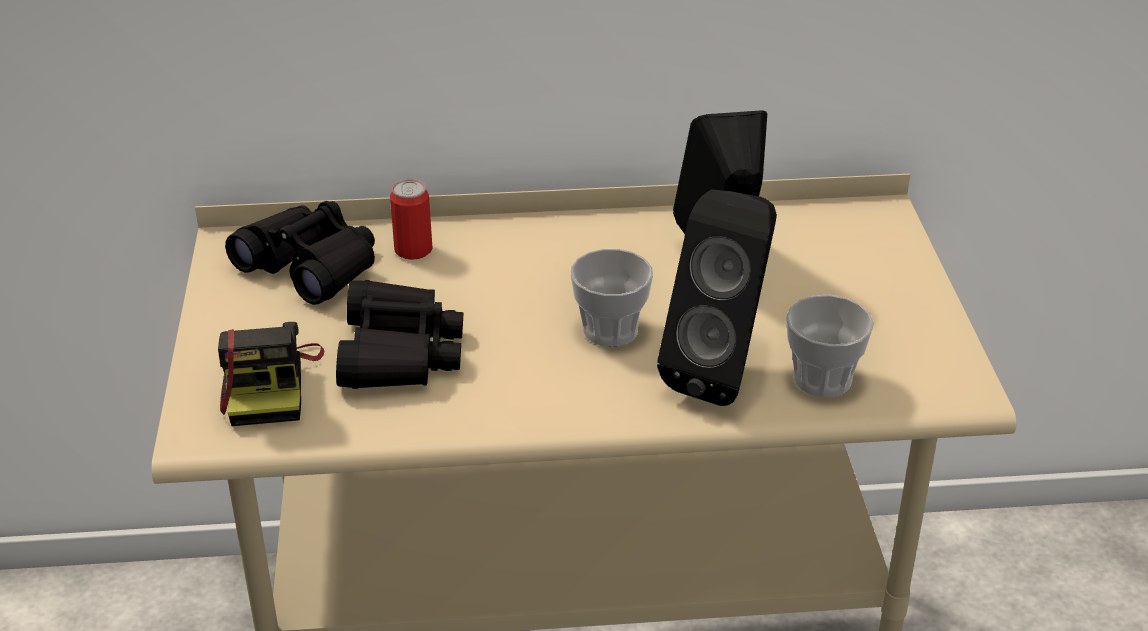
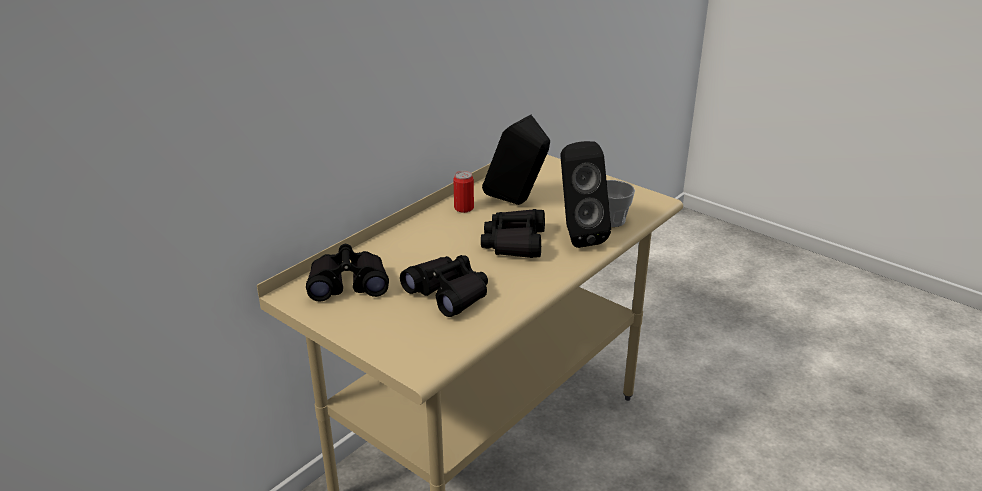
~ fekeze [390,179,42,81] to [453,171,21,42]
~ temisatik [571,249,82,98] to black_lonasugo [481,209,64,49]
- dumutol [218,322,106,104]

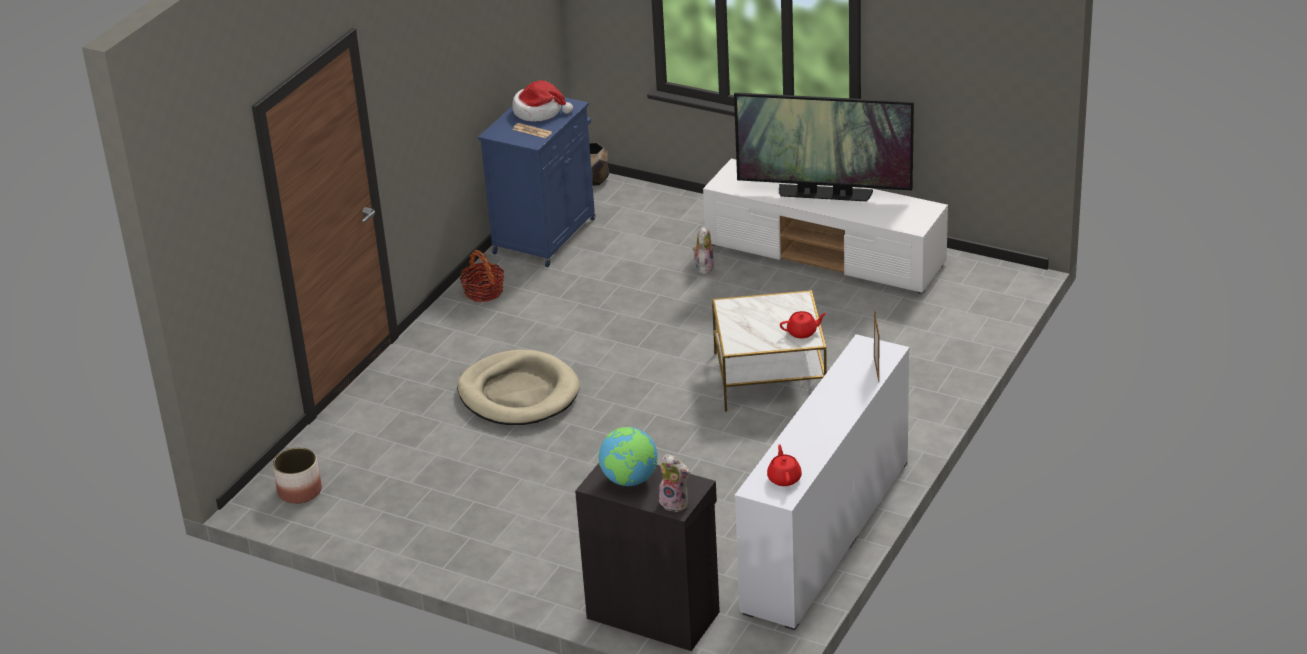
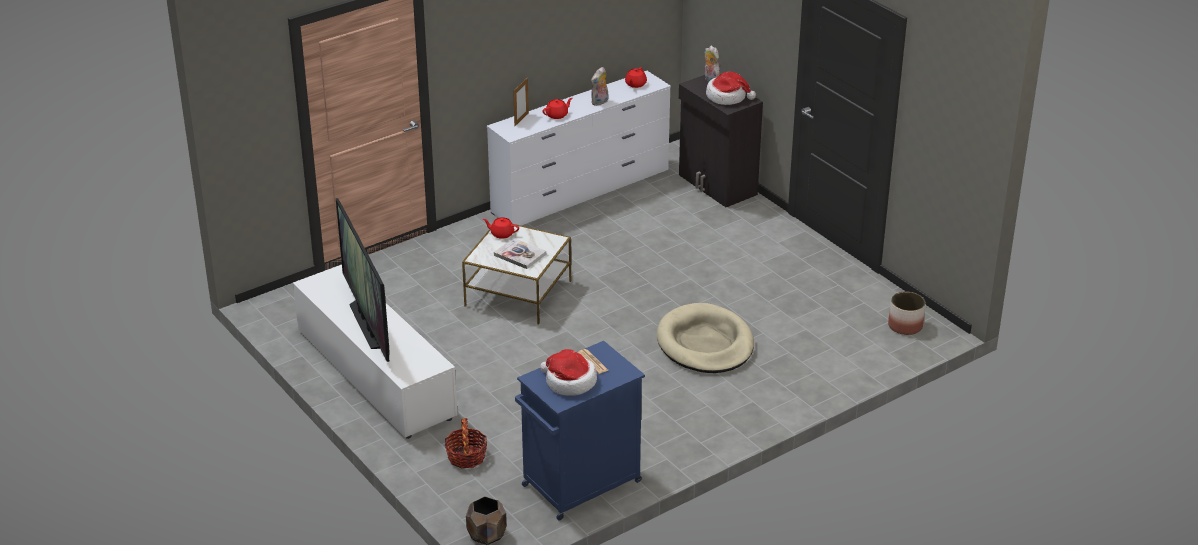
~ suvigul [734,93,180,109] = [336,198,54,164] 150 degrees counterclockwise
~ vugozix [460,250,44,52] to [445,418,42,50]
+ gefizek [494,238,52,31]
+ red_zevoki [542,98,30,21]
~ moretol [692,226,22,48] to [591,67,17,39]
~ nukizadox [598,427,60,59] to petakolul [706,71,50,34]

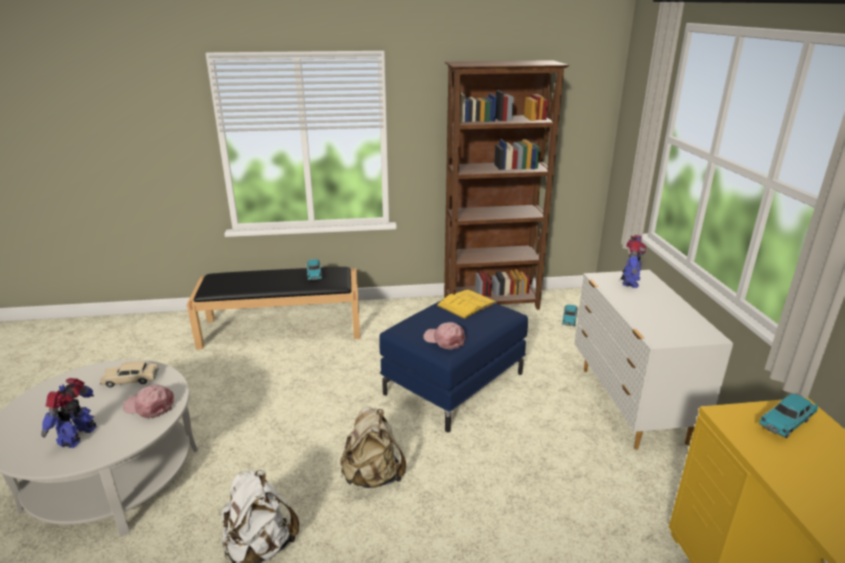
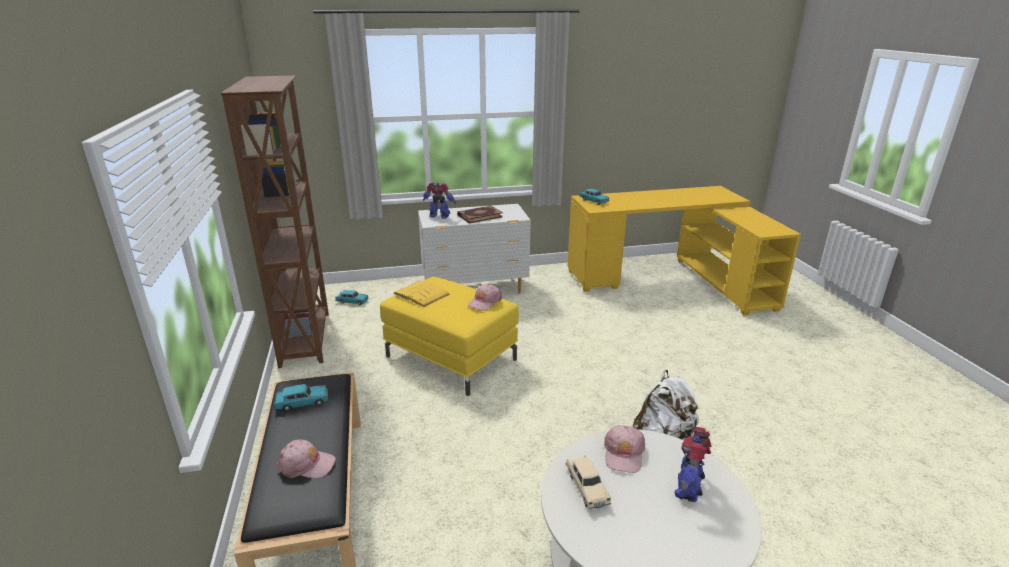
+ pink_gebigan [277,440,59,38]
~ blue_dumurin [379,291,149,141] to yellow_dumurin [380,276,139,120]
+ gefizek [457,206,46,17]
~ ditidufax [41,378,56,70] = [675,427,37,75] 105 degrees clockwise
- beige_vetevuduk [340,407,66,81]

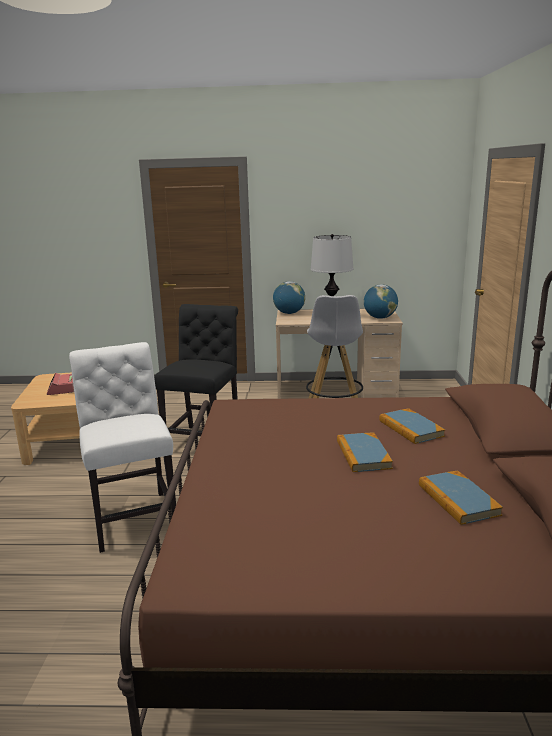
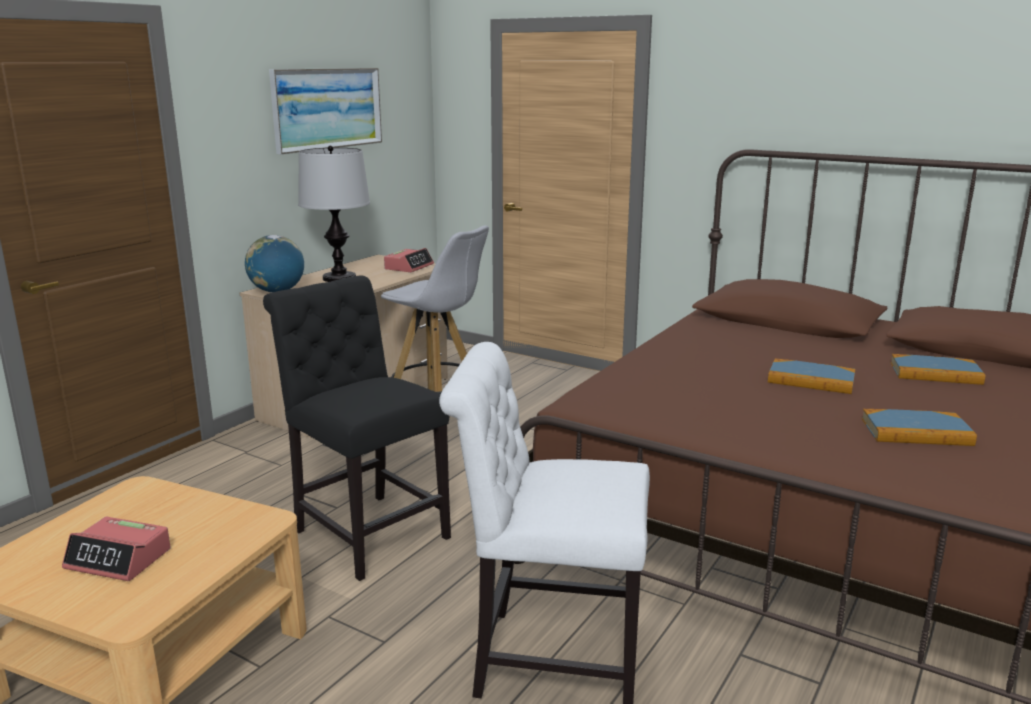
+ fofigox [269,68,113,86]
~ nukizadox [364,284,34,35] to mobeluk [384,248,50,24]
~ gefizek [379,408,66,36] to [862,409,115,37]

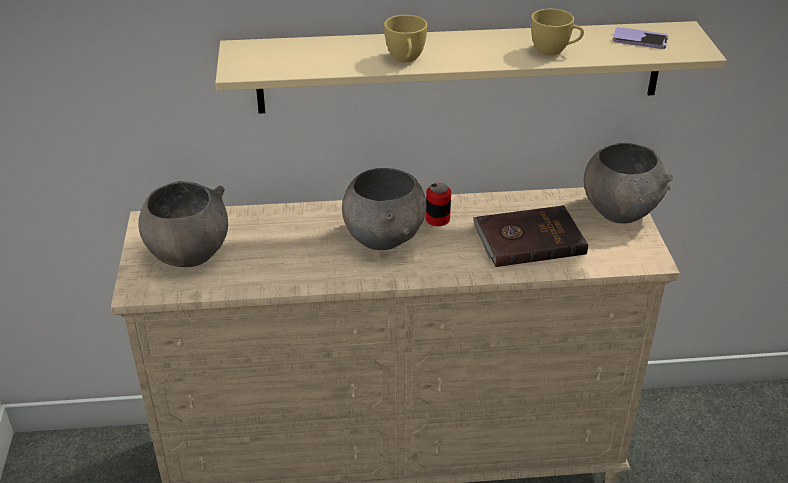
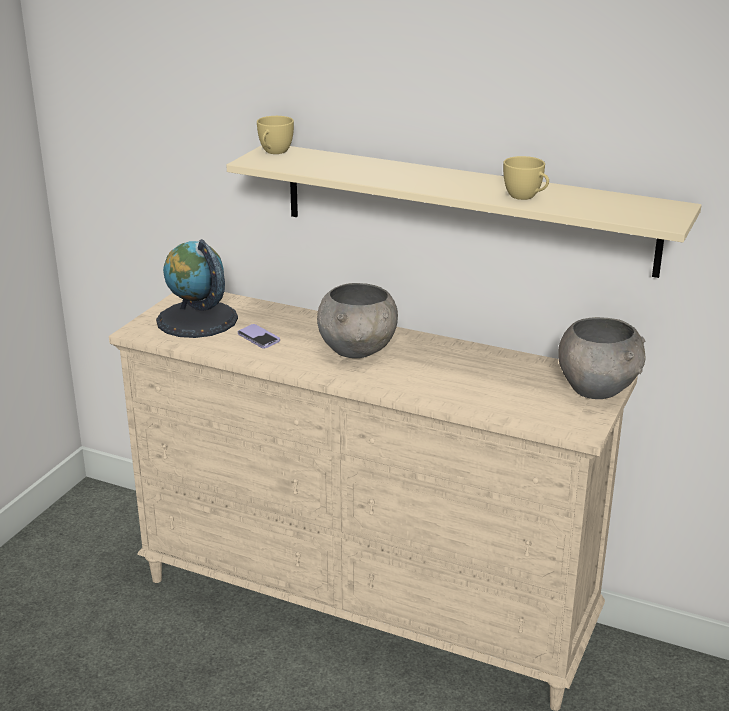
~ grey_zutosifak [138,181,90,86] to nukizadox [156,239,82,99]
~ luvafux [612,27,57,22] to [238,324,42,25]
~ yellow_temisatik [384,15,43,47] to [257,116,37,38]
- fekeze [426,183,25,43]
- brown_gefizek [473,205,115,62]

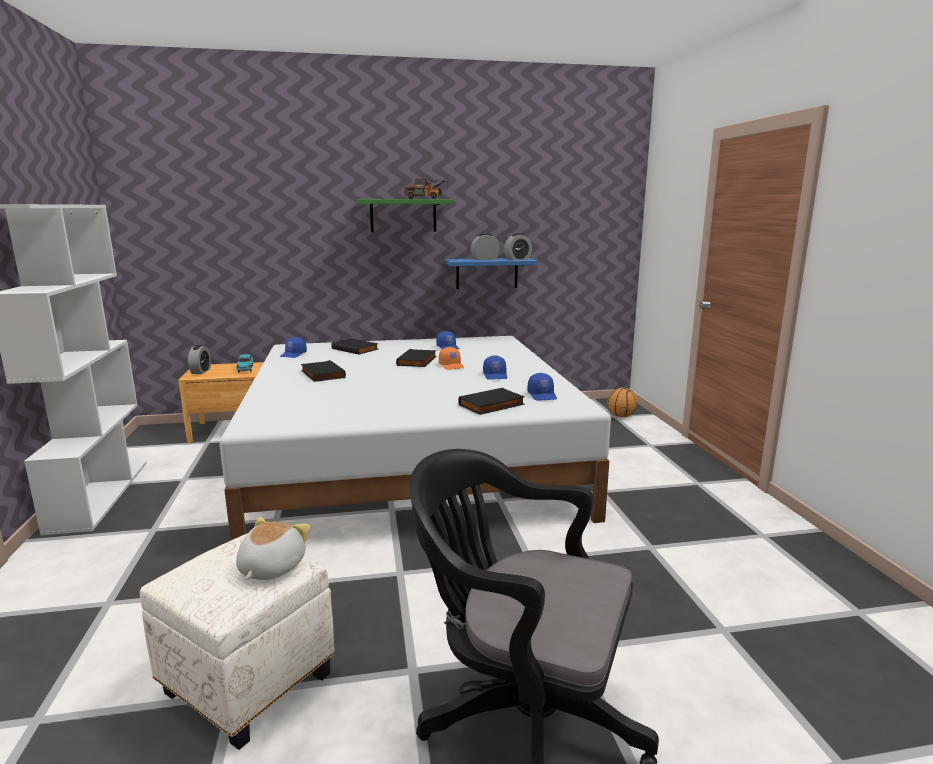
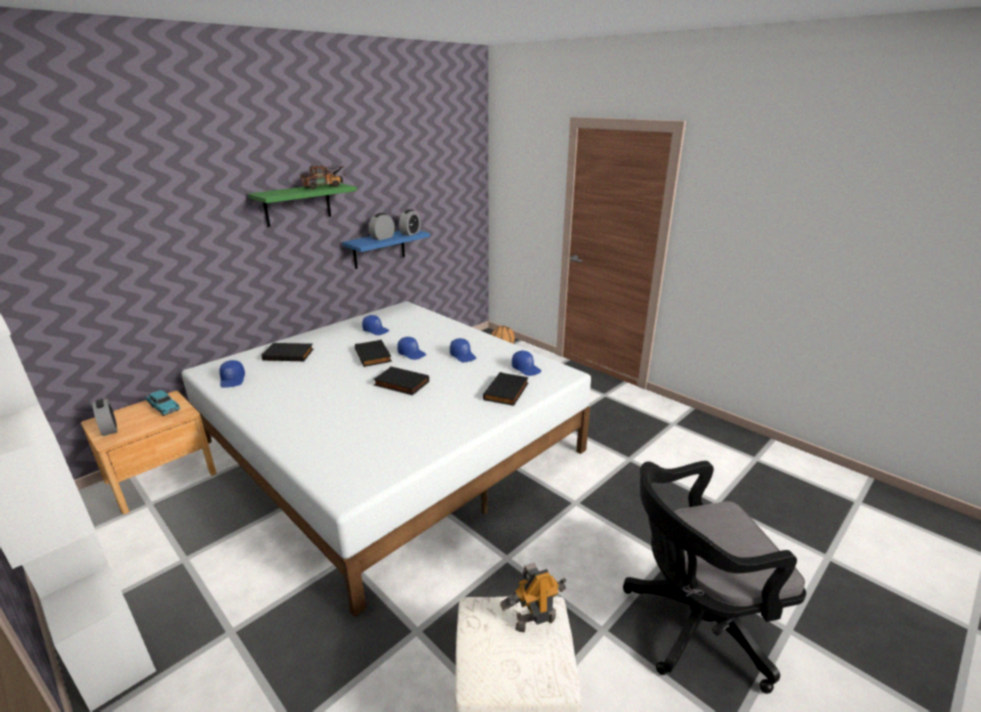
~ black_gefizek [301,360,45,22] to [373,367,56,28]
~ orange_gebigan [439,347,25,23] to blue_gebigan [397,337,29,23]
~ moretol [236,517,74,63] to ditidufax [500,563,66,70]

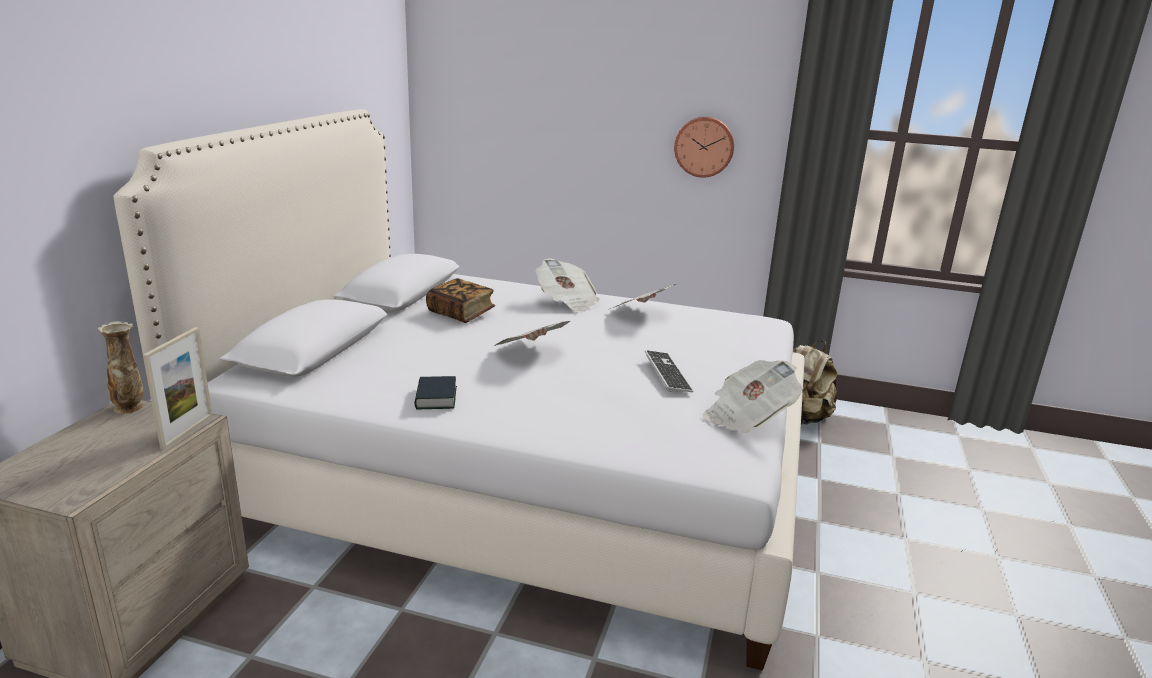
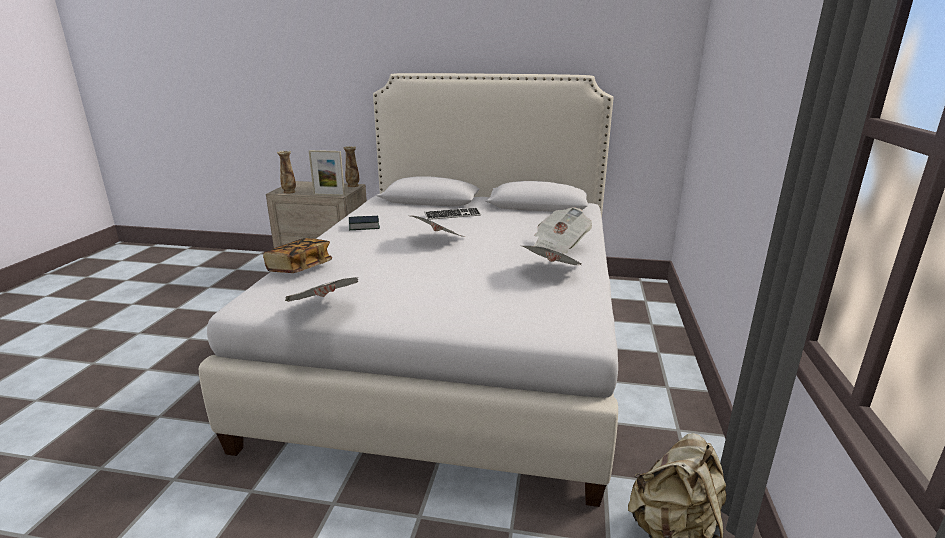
~ gefizek [426,278,69,45] to [263,238,69,35]
+ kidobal [277,151,19,43]
~ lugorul [645,350,48,42] to [425,208,56,12]
- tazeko [674,117,60,61]

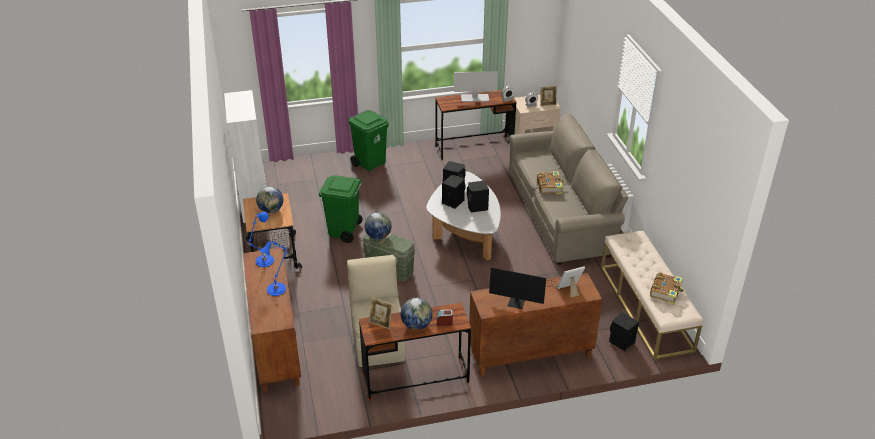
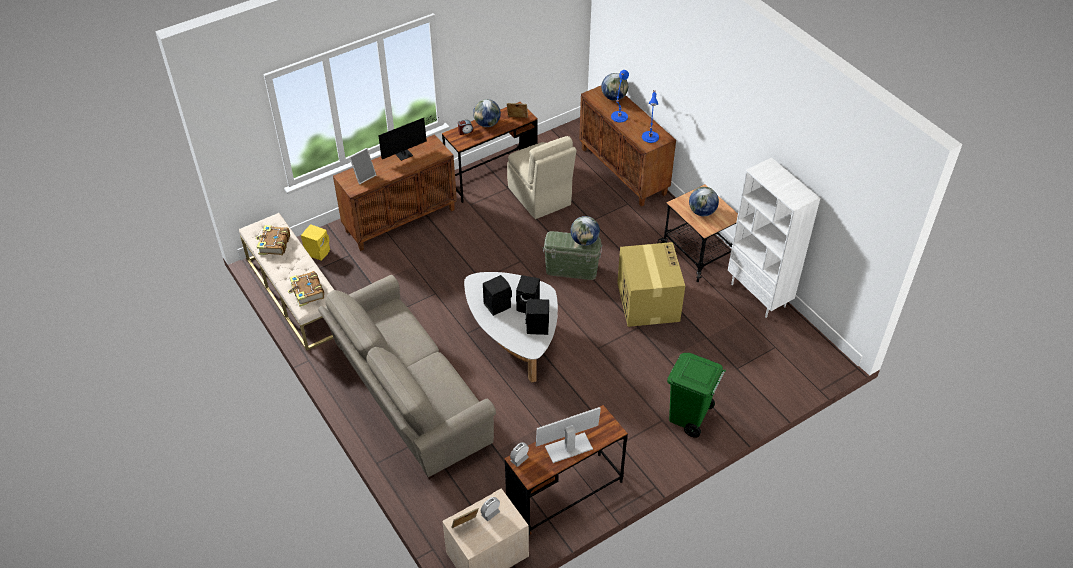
~ gefizek [537,171,28,23] to [288,271,36,36]
~ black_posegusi [609,312,30,39] to yellow_posegusi [301,224,29,37]
~ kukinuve [489,267,75,42] = [378,115,59,46] 150 degrees clockwise
+ nukizadox [601,73,27,28]
~ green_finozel [319,175,44,68] to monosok [617,242,68,85]

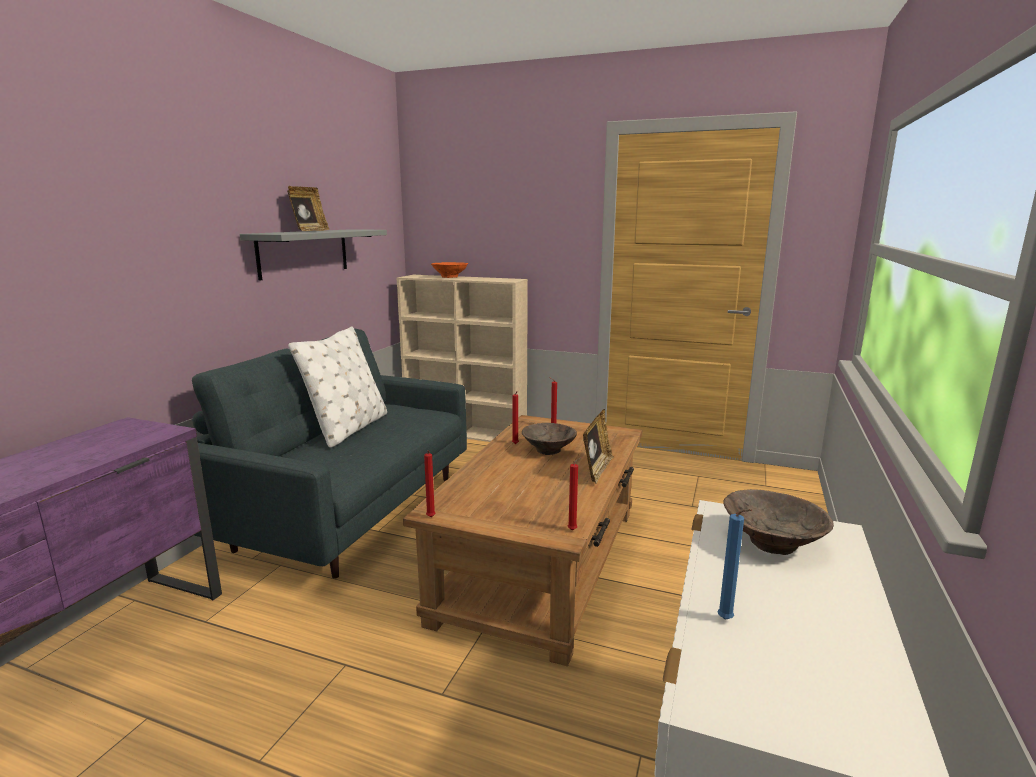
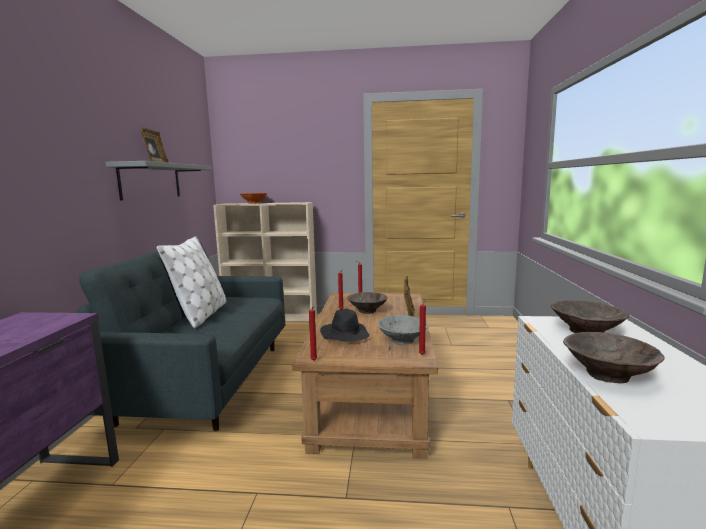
+ black_petakolul [320,309,50,32]
+ grey_zutosifak [377,315,52,30]
~ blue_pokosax [717,509,35,111] to brown_zutosifak [563,332,101,51]

